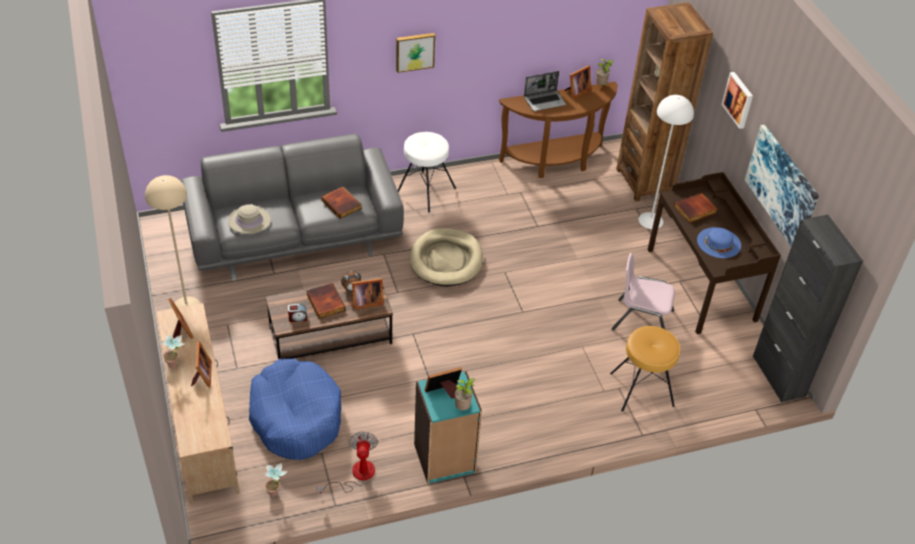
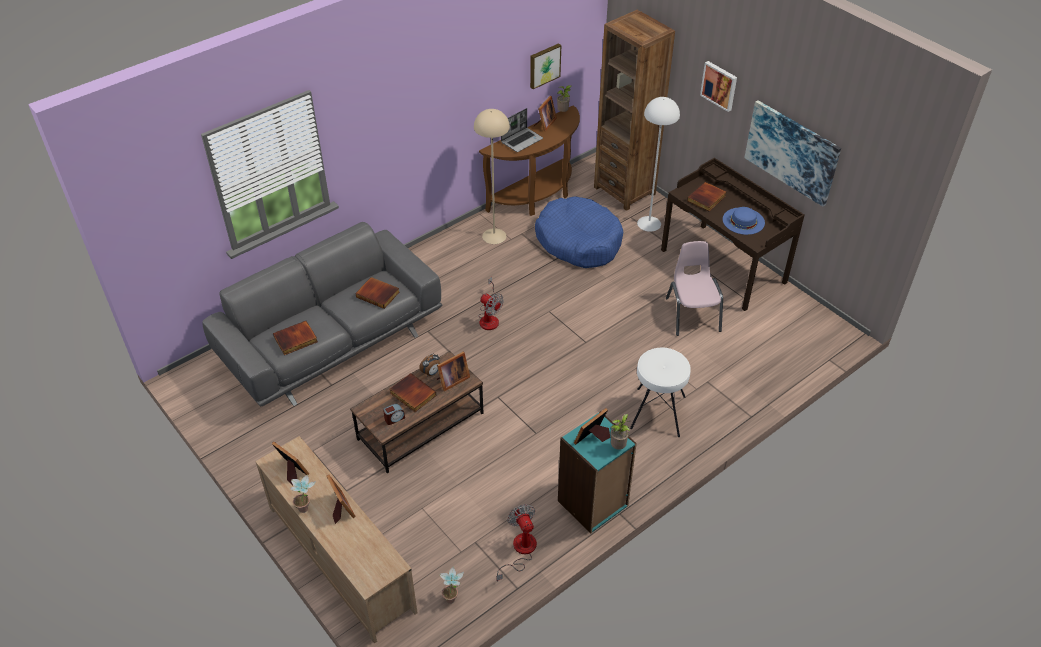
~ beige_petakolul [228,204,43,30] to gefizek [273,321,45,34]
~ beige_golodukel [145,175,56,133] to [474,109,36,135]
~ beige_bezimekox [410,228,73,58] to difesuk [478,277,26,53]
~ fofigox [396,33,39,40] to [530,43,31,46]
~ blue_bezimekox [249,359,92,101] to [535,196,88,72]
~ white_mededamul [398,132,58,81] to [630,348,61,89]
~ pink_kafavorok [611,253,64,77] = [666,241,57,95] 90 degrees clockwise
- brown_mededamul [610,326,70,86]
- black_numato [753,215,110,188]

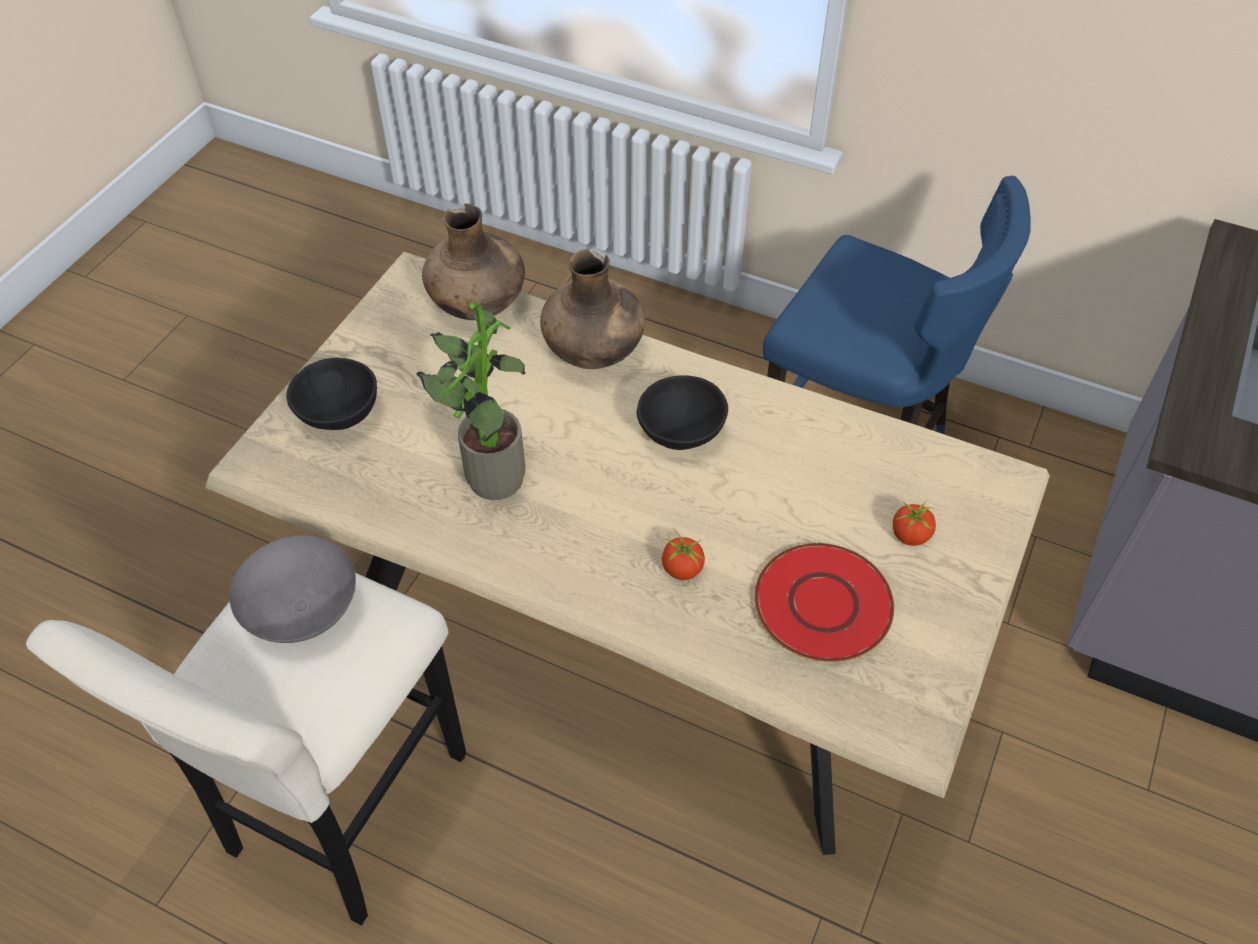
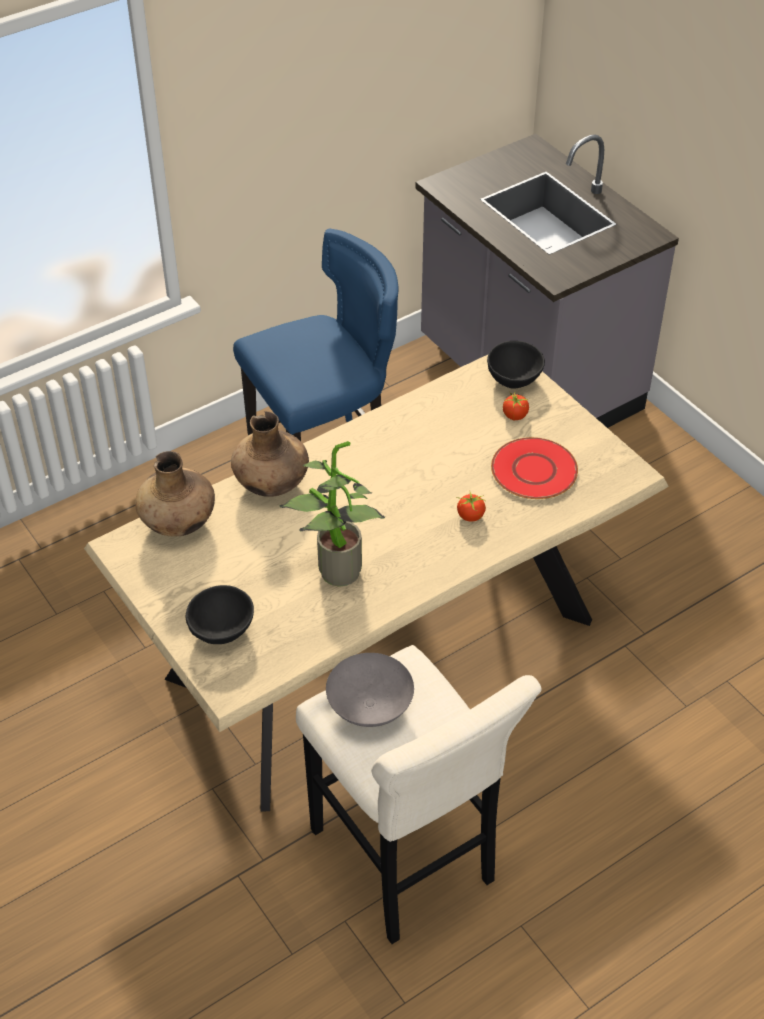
~ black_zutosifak [637,375,91,75] to [487,341,58,48]

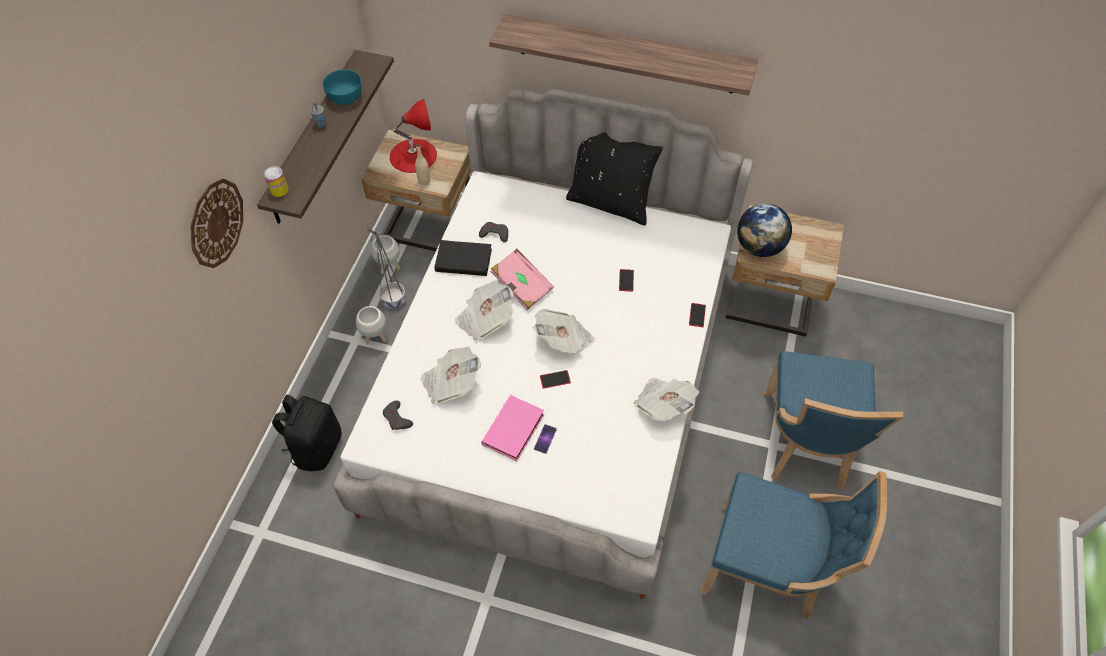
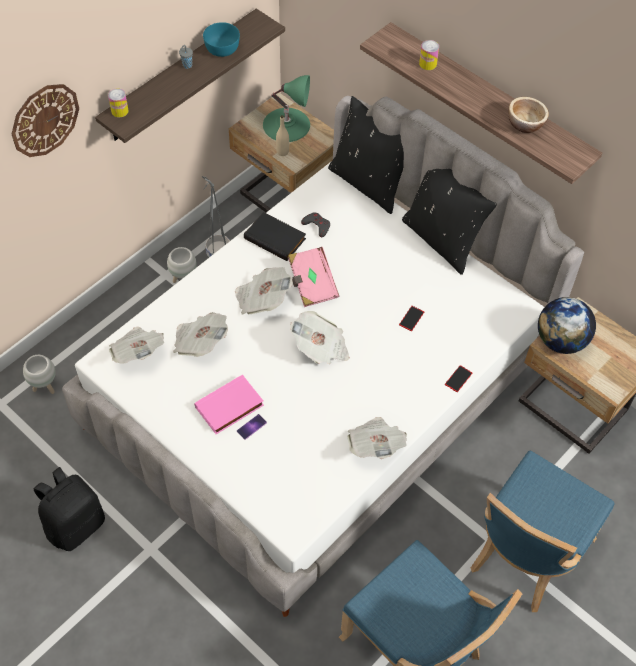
~ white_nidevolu [371,235,29,39] to [23,355,33,39]
~ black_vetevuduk [272,395,70,77] to [34,467,71,84]
~ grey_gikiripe [383,401,30,29] to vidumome [109,327,55,37]
~ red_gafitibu [390,99,47,74] to green_gafitibu [263,75,47,67]
+ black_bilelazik [328,96,76,118]
+ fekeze [419,40,20,30]
+ zutosifak [508,97,41,36]
- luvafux [540,370,31,19]

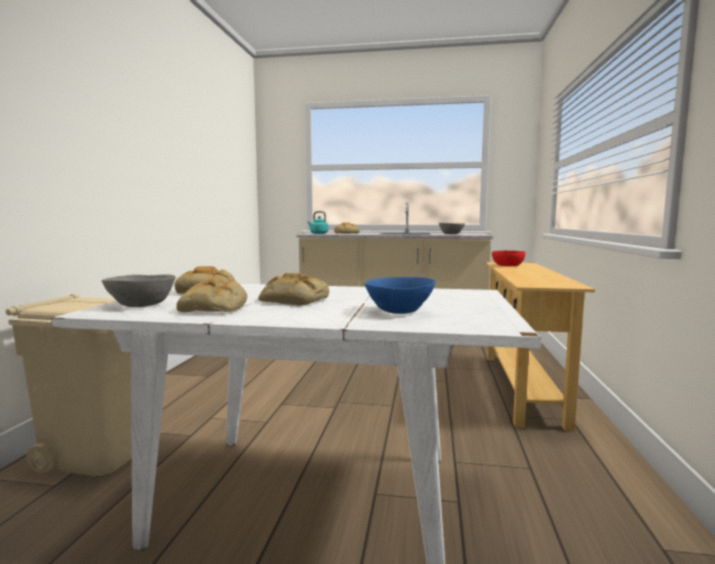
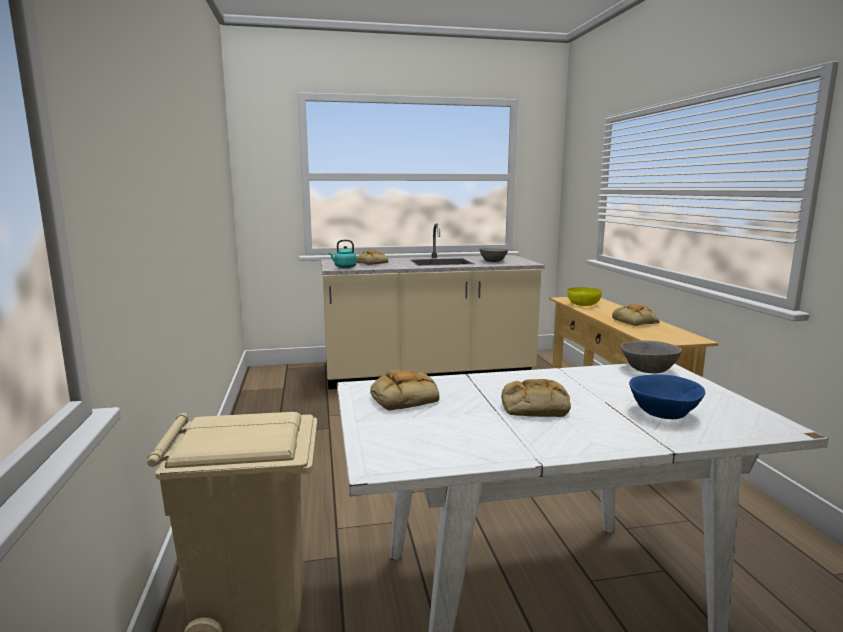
~ red_zutosifak [492,251,33,15] to yellow_zutosifak [567,287,35,19]
~ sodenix [176,277,71,35] to [612,304,48,22]
~ grey_zutosifak [102,274,74,33] to [621,341,61,32]

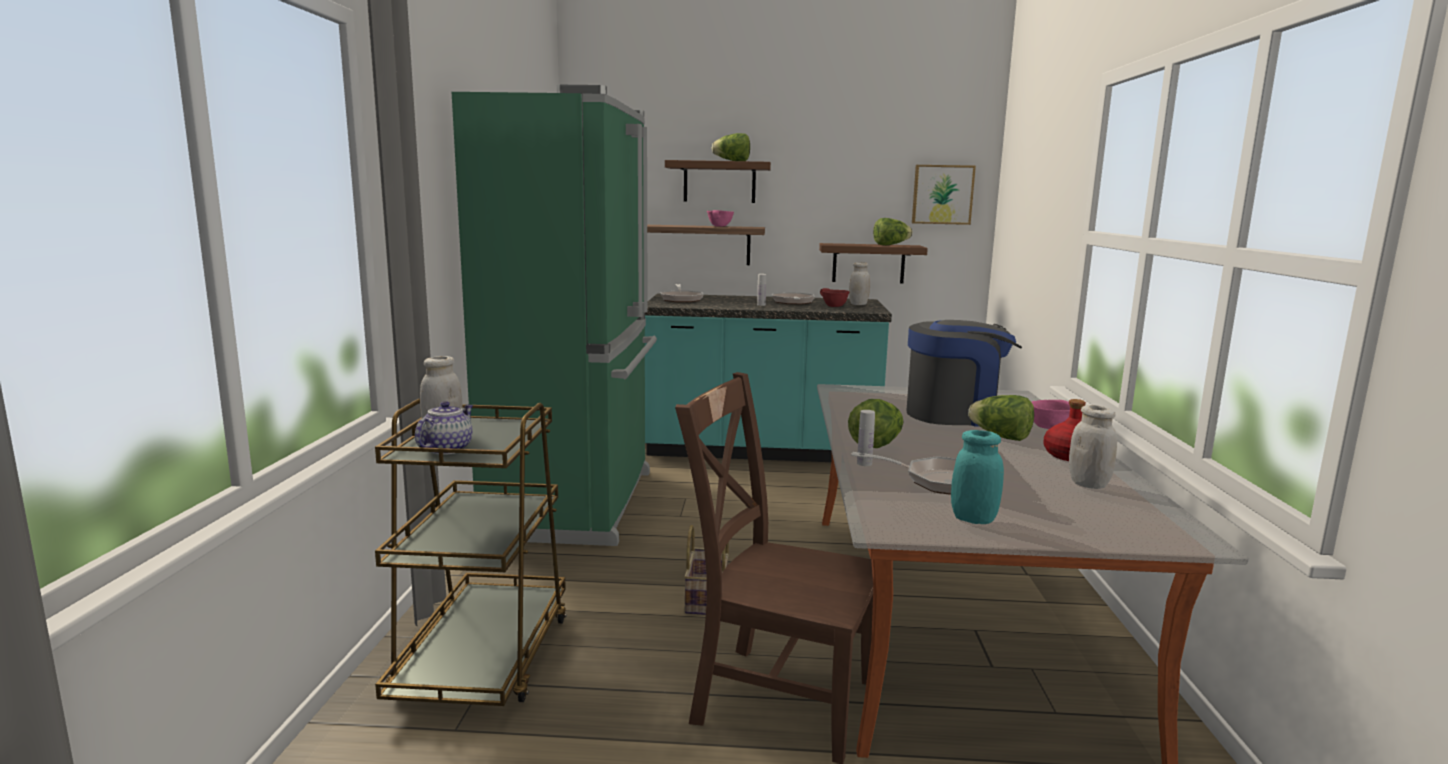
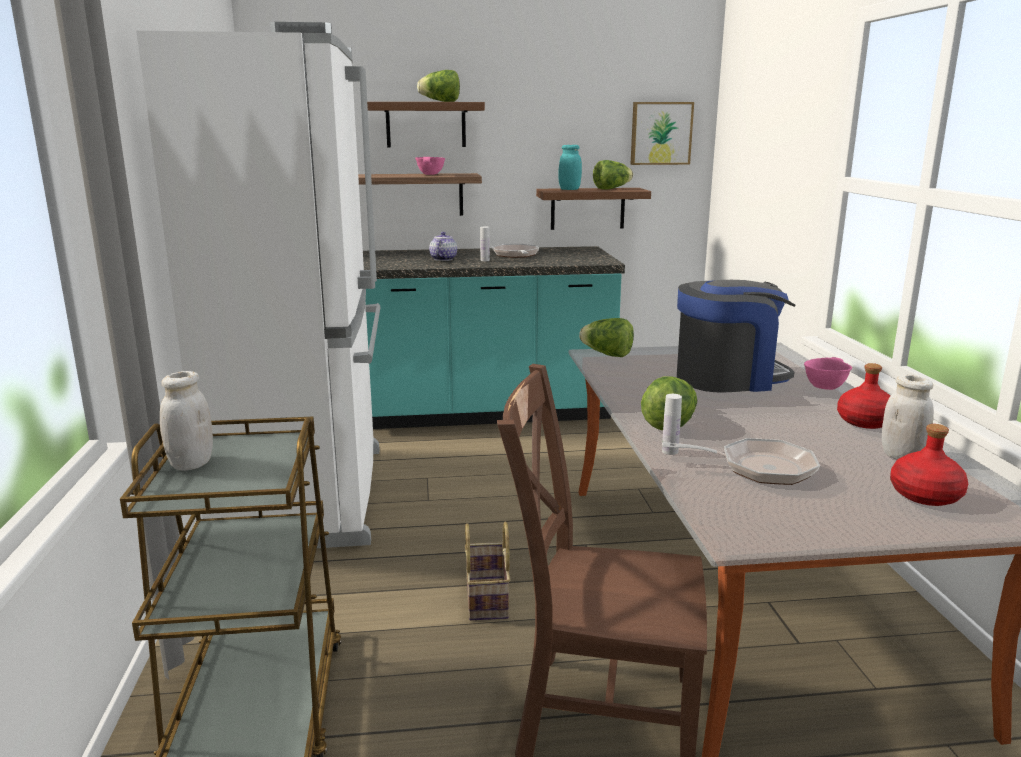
~ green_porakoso [452,85,205,461] to white_porakoso [136,22,244,526]
~ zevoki [415,401,58,54] to [429,232,28,29]
~ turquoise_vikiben [951,430,53,94] to [559,145,23,45]
~ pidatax [968,395,66,46] to [579,318,55,39]
+ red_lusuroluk [890,424,78,82]
- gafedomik [660,284,44,18]
- red_zutosifak [820,288,30,19]
- white_vikiben [849,262,21,43]

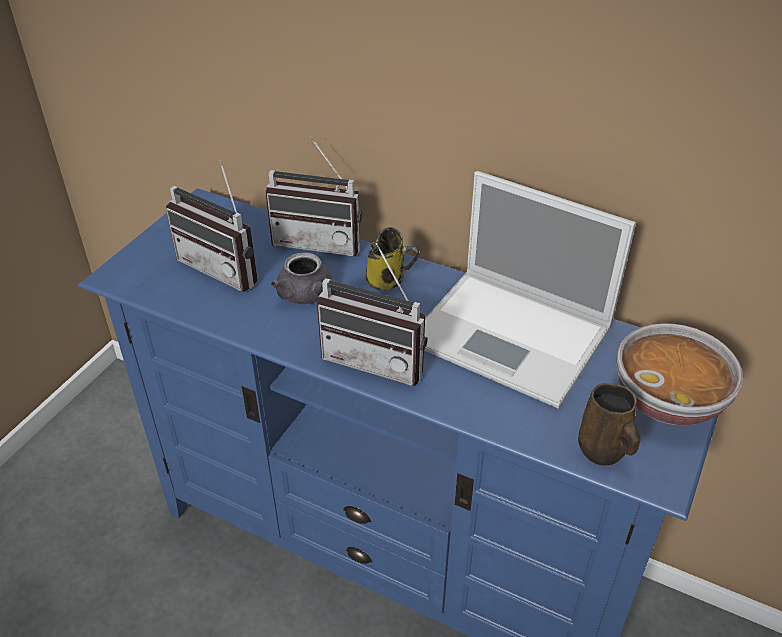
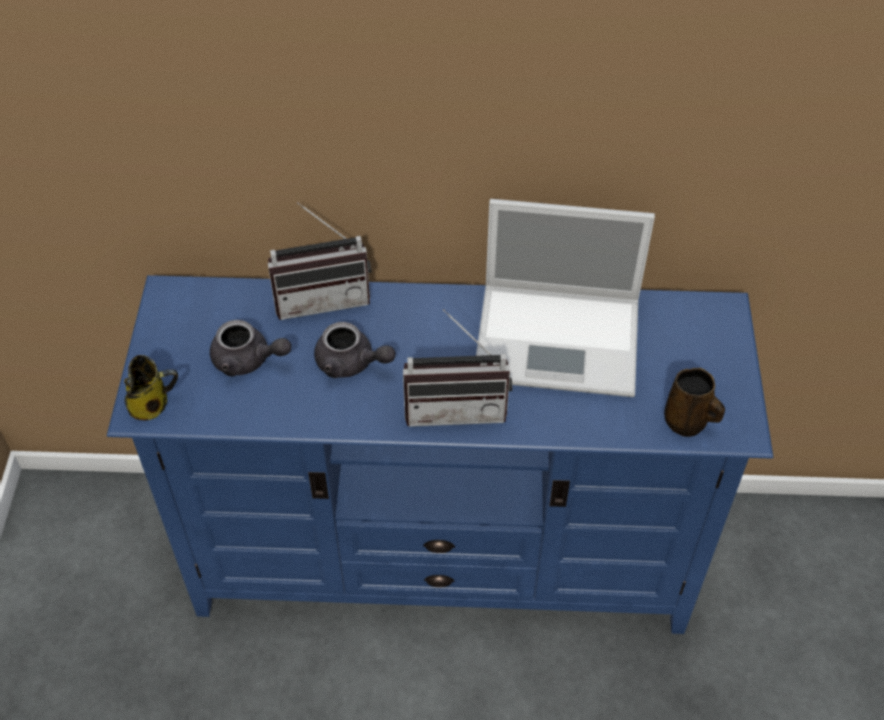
~ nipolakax [366,227,53,63] to [124,355,54,66]
~ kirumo [166,160,92,132] to grey_zevoki [210,320,81,56]
- zutosifak [616,323,127,102]

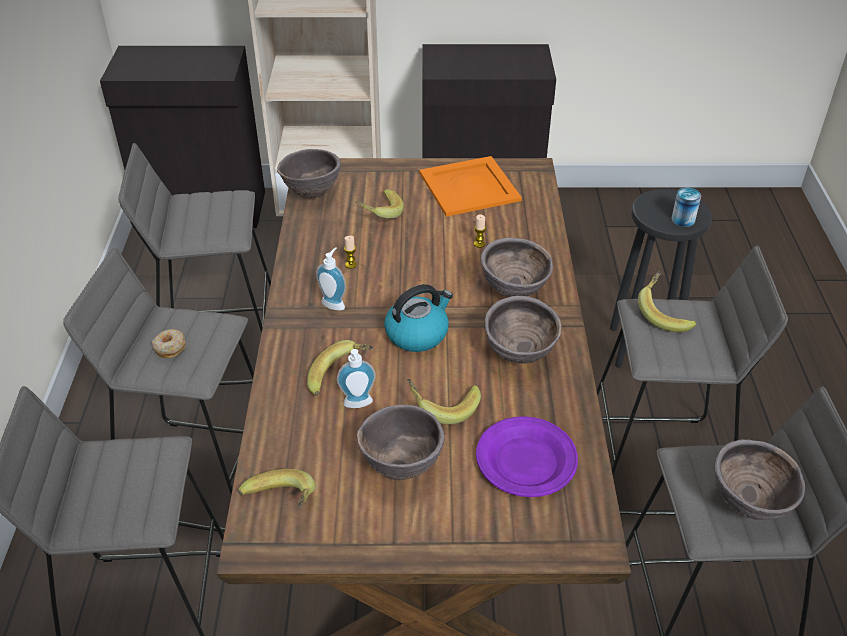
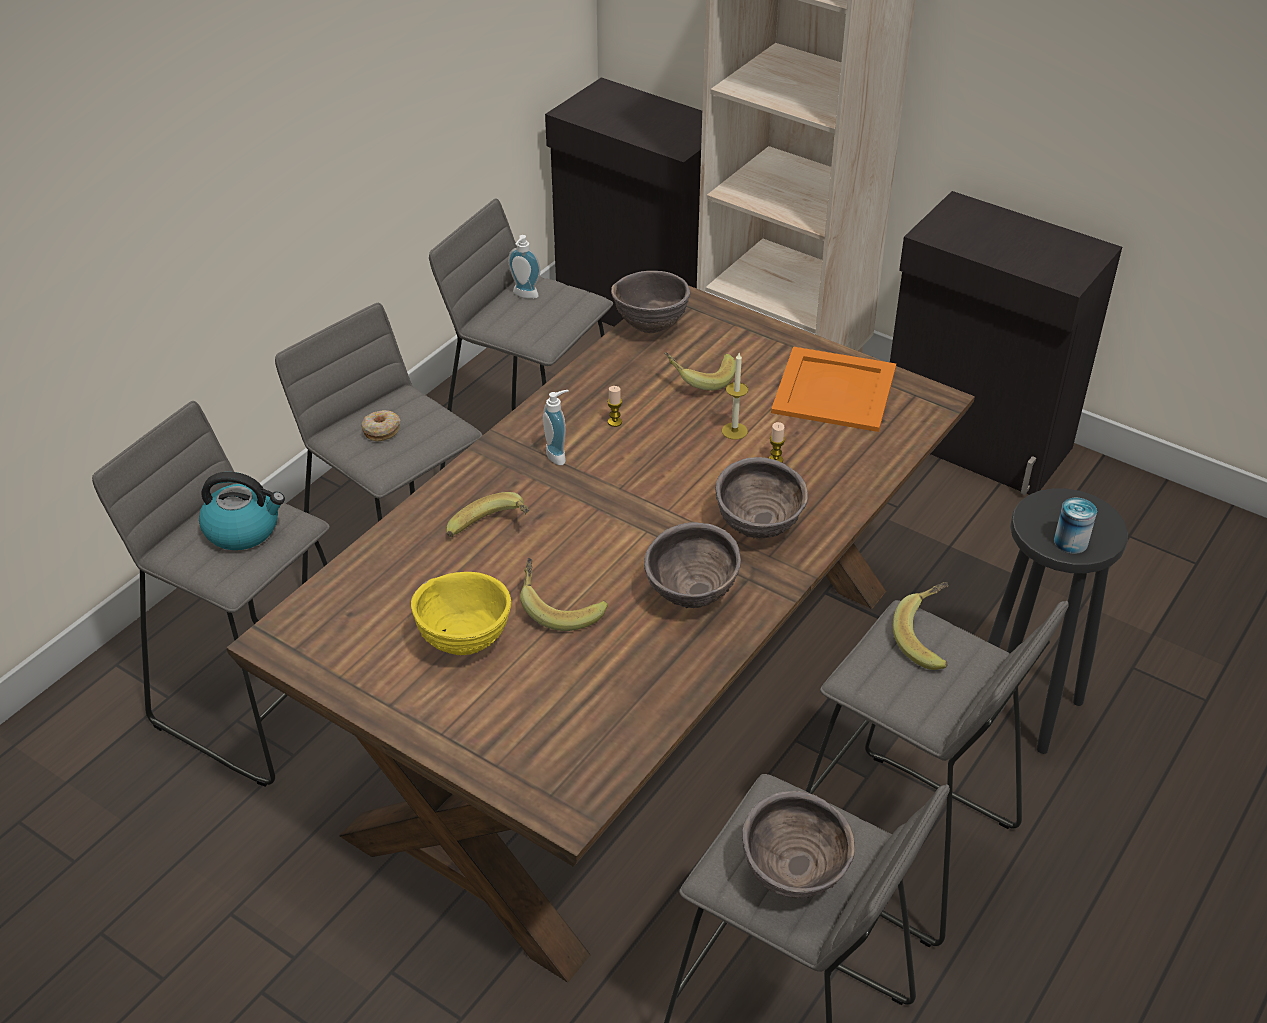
~ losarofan [384,284,69,68] to [199,472,86,78]
~ brown_zutosifak [357,405,88,75] to yellow_zutosifak [411,572,100,83]
~ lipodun [337,349,39,59] to [508,235,33,64]
+ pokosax [722,353,26,87]
- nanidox [238,469,78,39]
- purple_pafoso [476,416,102,81]

